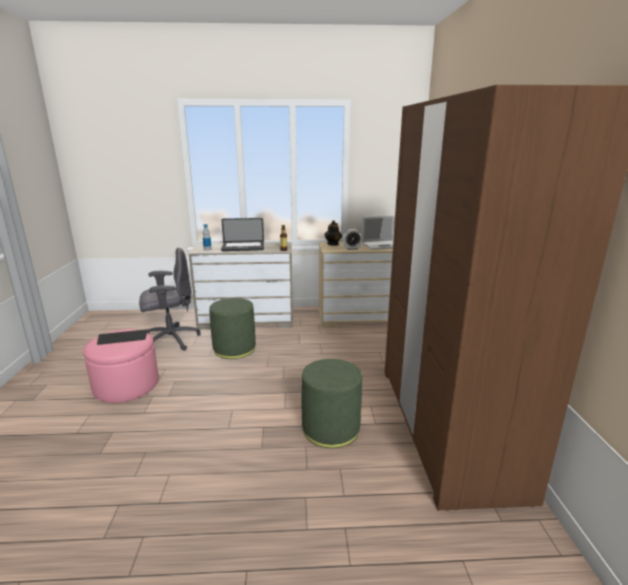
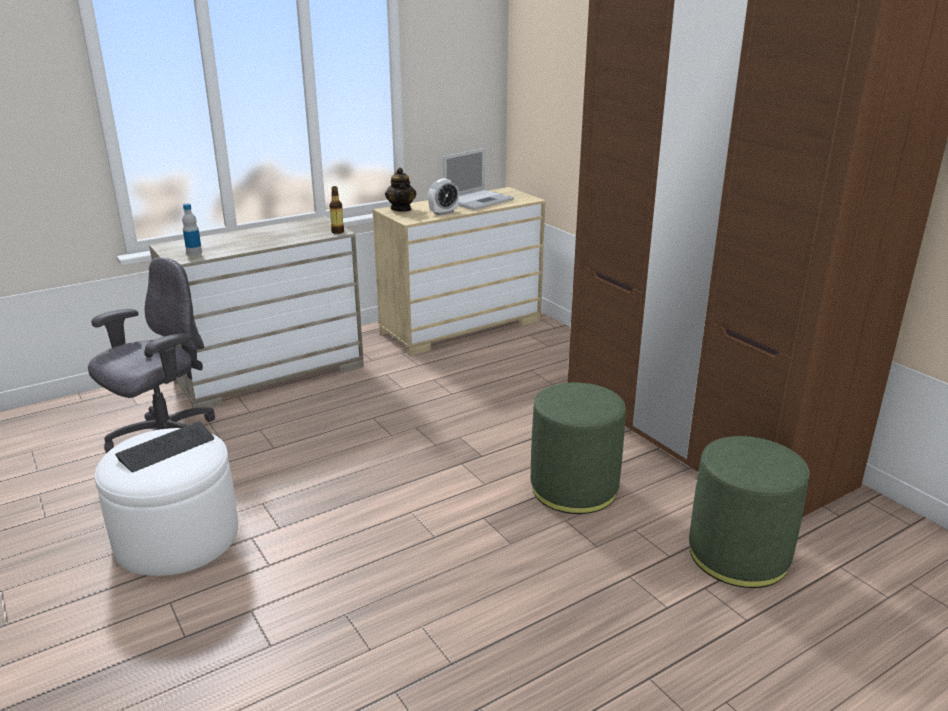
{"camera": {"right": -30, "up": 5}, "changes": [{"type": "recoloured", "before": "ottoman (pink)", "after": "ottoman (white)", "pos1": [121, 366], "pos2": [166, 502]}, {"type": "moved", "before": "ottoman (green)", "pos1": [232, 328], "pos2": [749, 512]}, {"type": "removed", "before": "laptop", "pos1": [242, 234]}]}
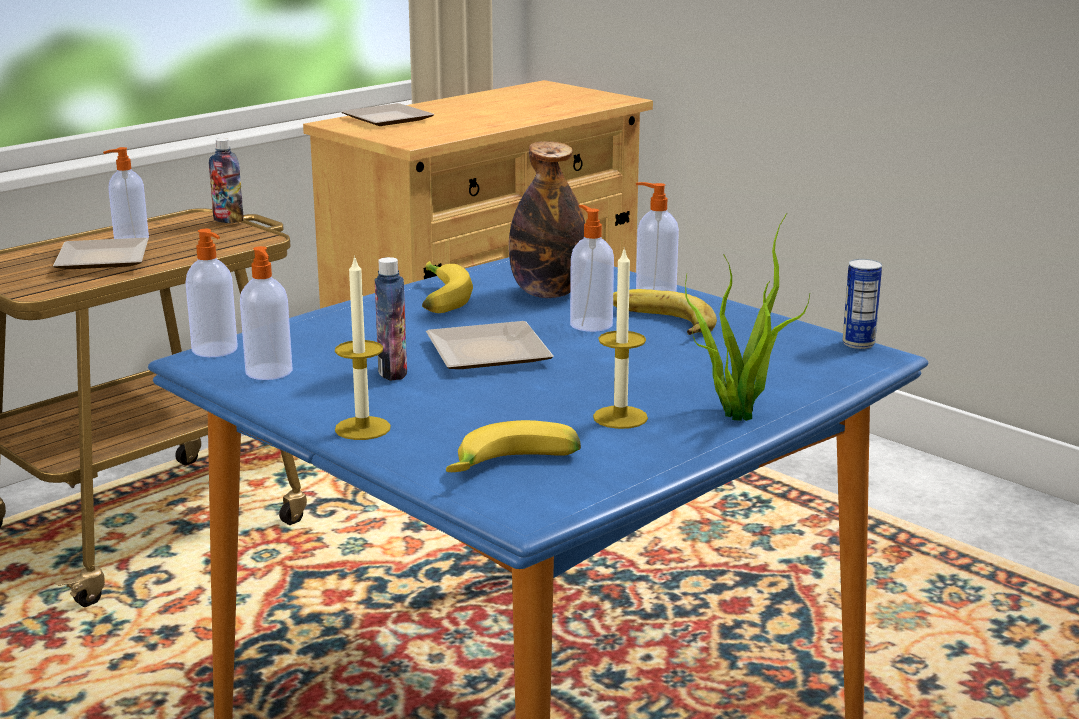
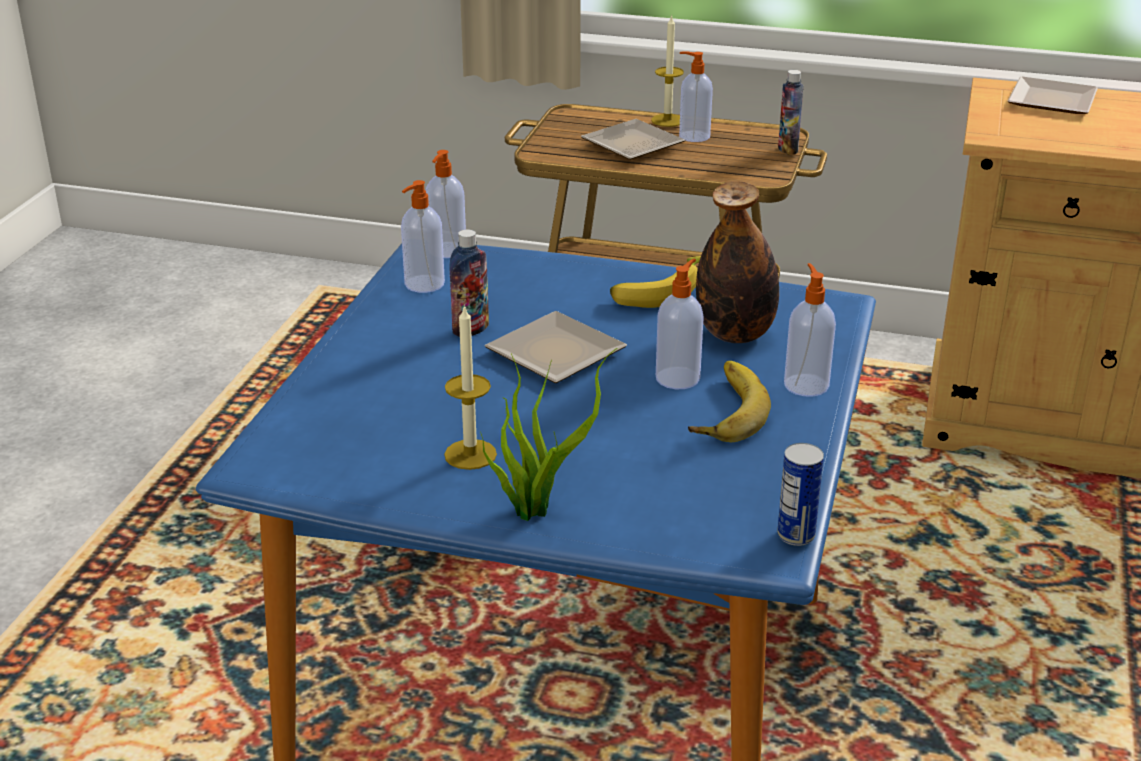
{"camera": {"right": 60, "up": 10}, "changes": [{"type": "moved", "before": "candle", "pos1": [363, 347], "pos2": [667, 70]}, {"type": "removed", "before": "banana", "pos1": [513, 446]}]}
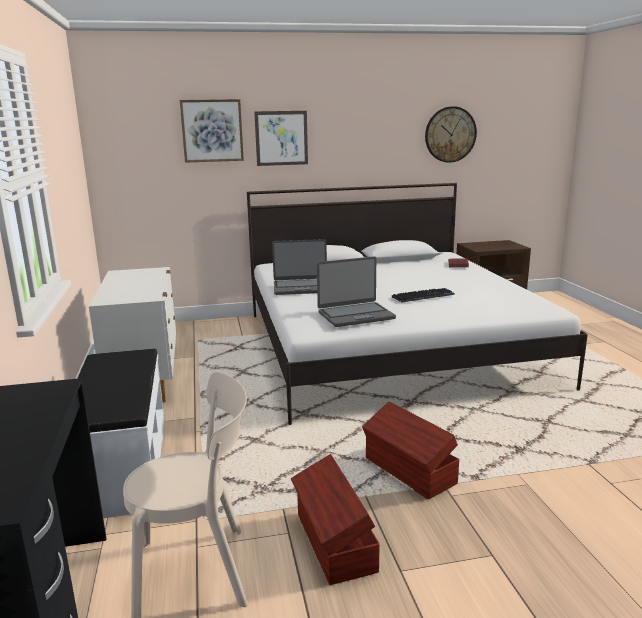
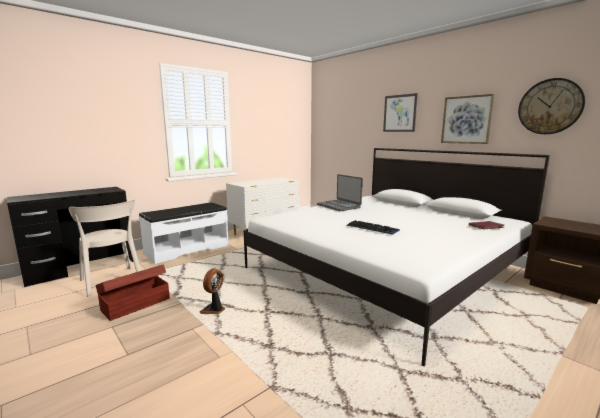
{"camera": {"right": 60, "up": -5}, "changes": [{"type": "moved", "before": "picture", "pos1": [212, 131], "pos2": [467, 119]}, {"type": "removed", "before": "laptop", "pos1": [356, 292]}, {"type": "replaced", "before": "storage box (brown)", "after": "fan", "pos1": [410, 450], "pos2": [212, 291]}]}
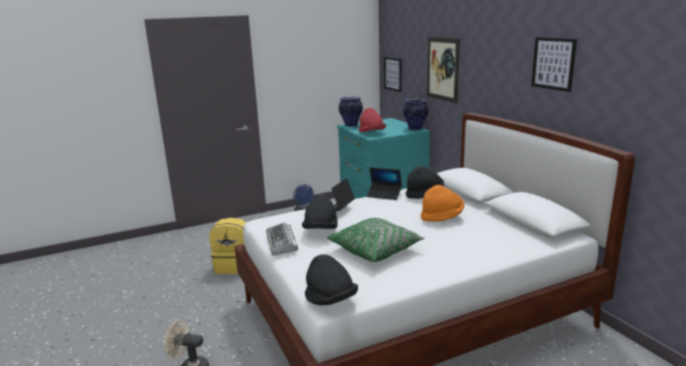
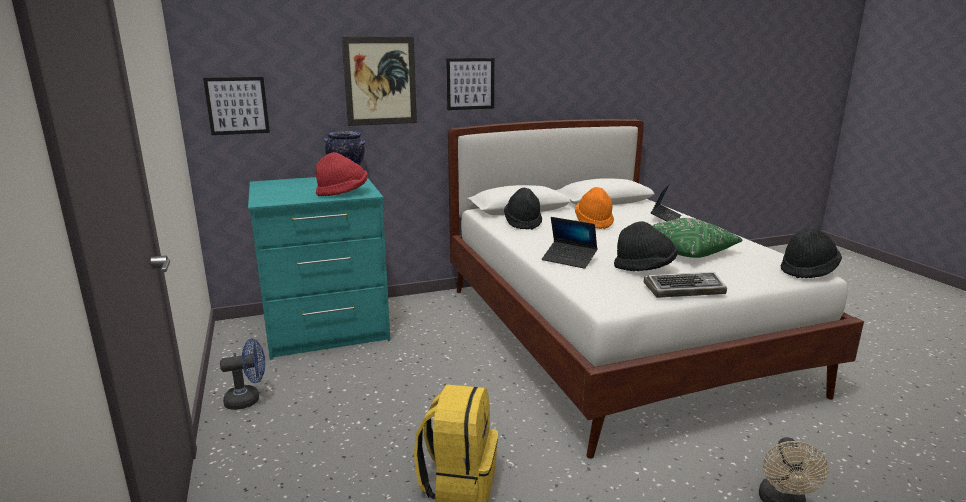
{"camera": {"right": -85, "up": 0}, "changes": [{"type": "removed", "before": "vase", "pos1": [351, 111]}, {"type": "moved", "before": "laptop", "pos1": [384, 183], "pos2": [666, 202]}, {"type": "moved", "before": "picture", "pos1": [554, 64], "pos2": [470, 84]}]}
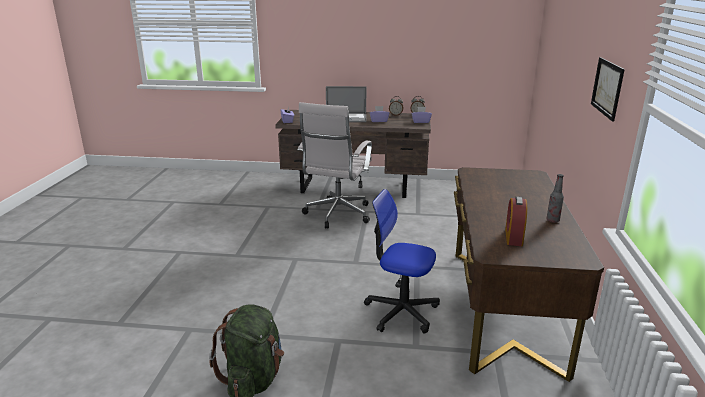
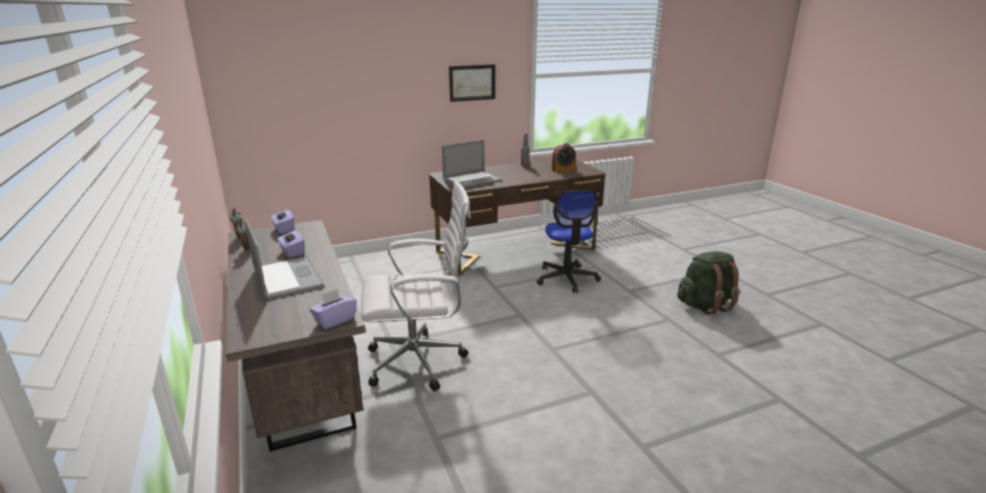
{"camera": {"right": -120, "up": 0}, "changes": [{"type": "added", "after": "laptop", "pos2": [472, 164]}]}
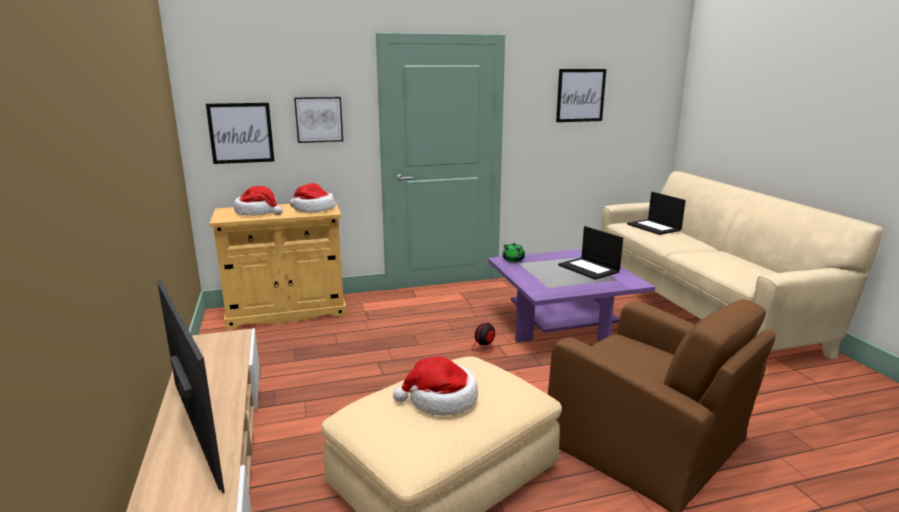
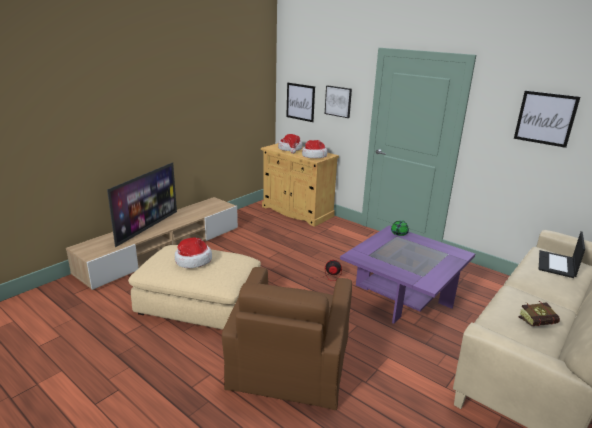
{"camera": {"right": 55, "up": 5}, "changes": [{"type": "removed", "before": "laptop", "pos1": [590, 253]}, {"type": "added", "after": "book", "pos2": [539, 314]}]}
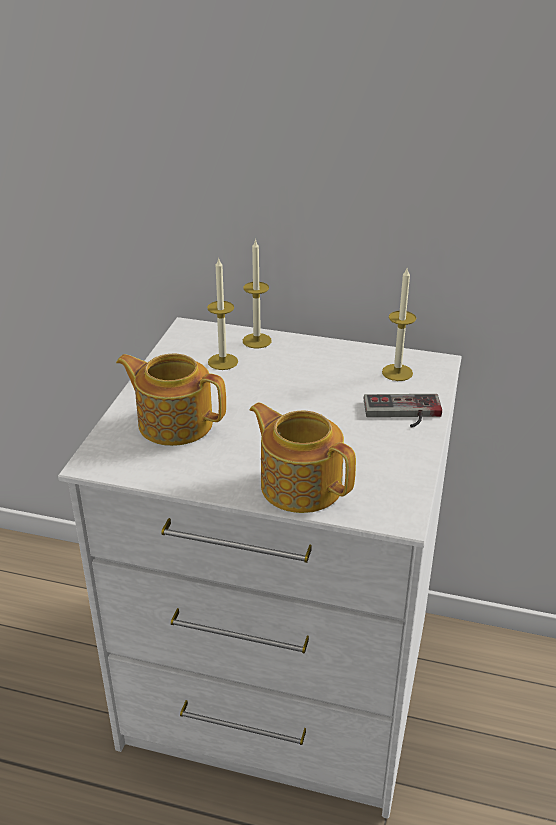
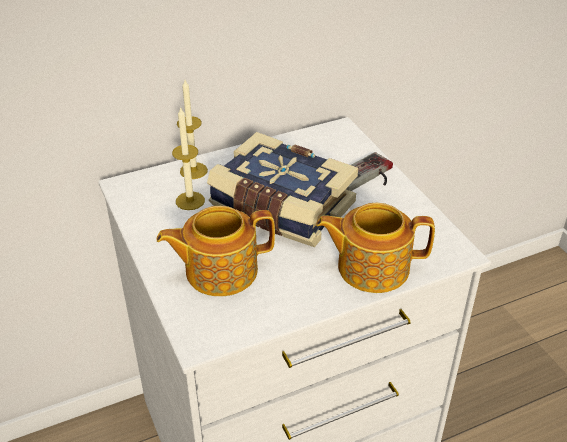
{"camera": {"right": -40, "up": 5}, "changes": [{"type": "removed", "before": "candle", "pos1": [399, 324]}, {"type": "added", "after": "book", "pos2": [282, 189]}]}
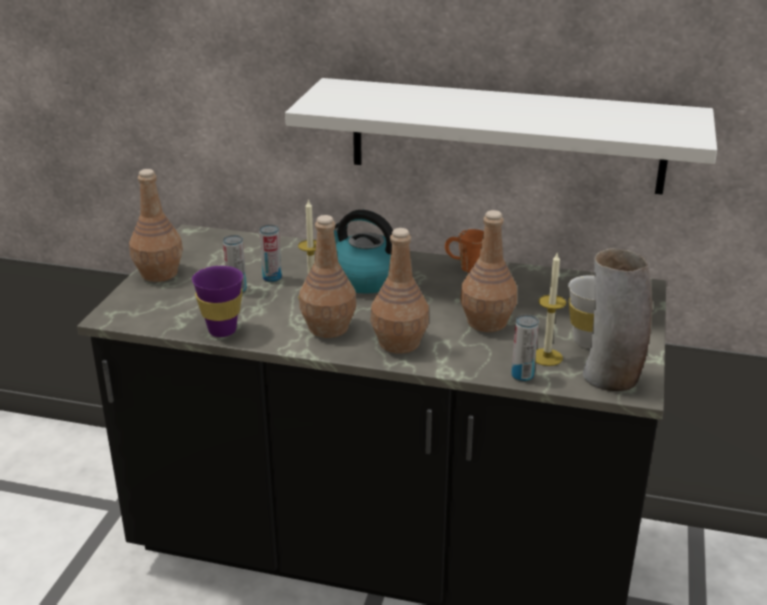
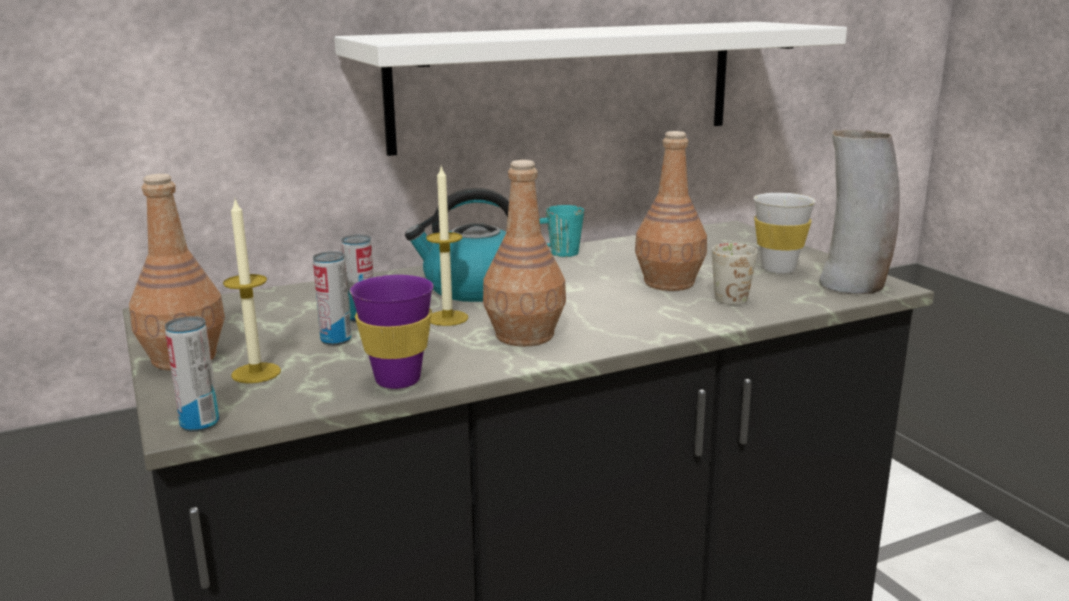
{"camera": {"right": -40, "up": -10}, "changes": [{"type": "removed", "before": "bottle (brown)", "pos1": [399, 291]}, {"type": "recoloured", "before": "mug (orange)", "after": "mug (turquoise)", "pos1": [464, 251], "pos2": [561, 231]}, {"type": "moved", "before": "can", "pos1": [525, 348], "pos2": [192, 374]}, {"type": "moved", "before": "candle", "pos1": [550, 308], "pos2": [252, 291]}, {"type": "added", "after": "mug (white)", "pos2": [735, 274]}]}
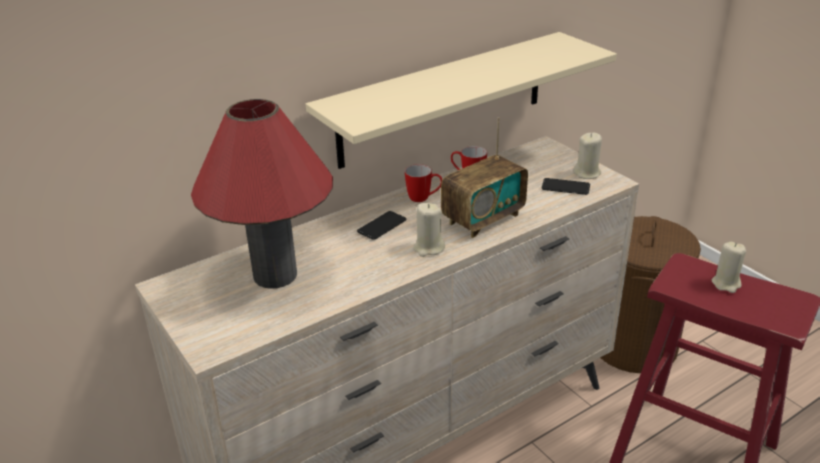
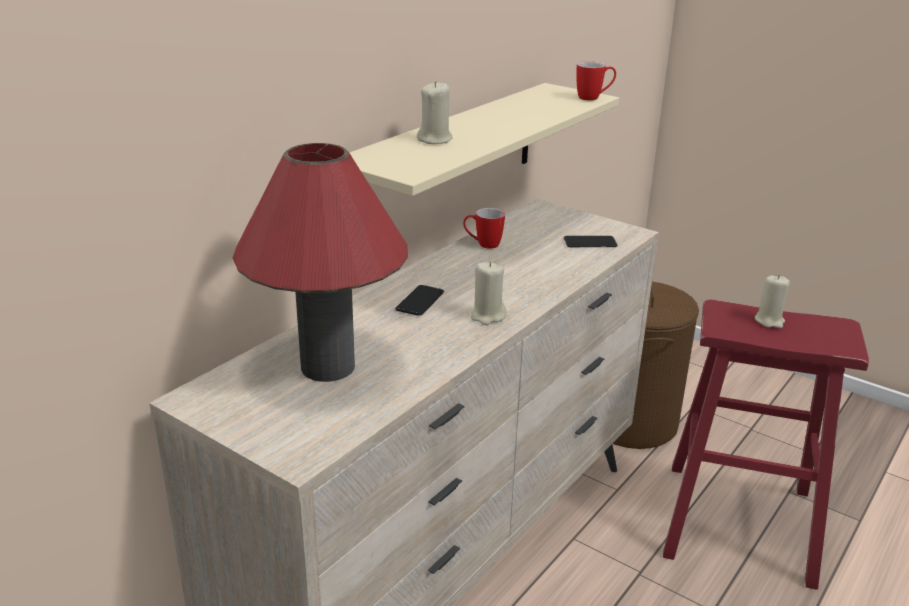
{"camera": {"right": -20, "up": -5}, "changes": [{"type": "moved", "before": "mug", "pos1": [423, 183], "pos2": [596, 81]}, {"type": "removed", "before": "radio", "pos1": [484, 177]}, {"type": "moved", "before": "candle (beige)", "pos1": [587, 156], "pos2": [435, 112]}]}
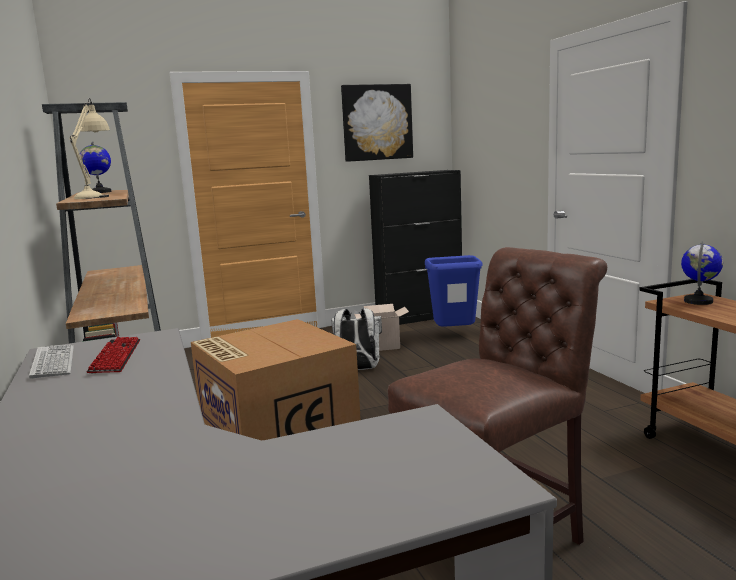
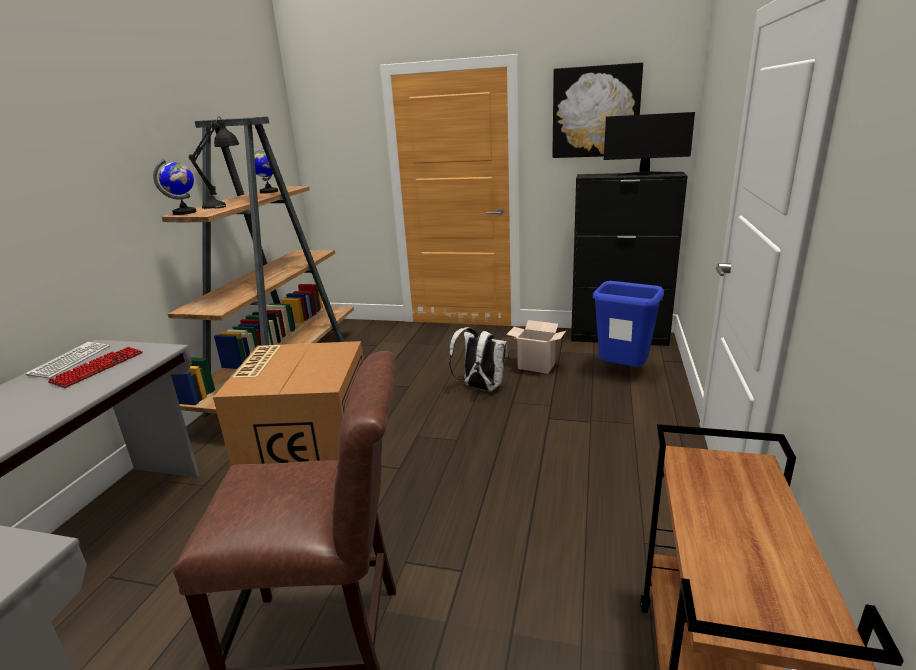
{"camera": {"right": 35, "up": 10}, "changes": [{"type": "recoloured", "before": "table lamp (beige)", "after": "table lamp (black)", "pos1": [89, 148], "pos2": [213, 163]}, {"type": "moved", "before": "globe", "pos1": [702, 273], "pos2": [175, 187]}, {"type": "added", "after": "monitor", "pos2": [649, 144]}]}
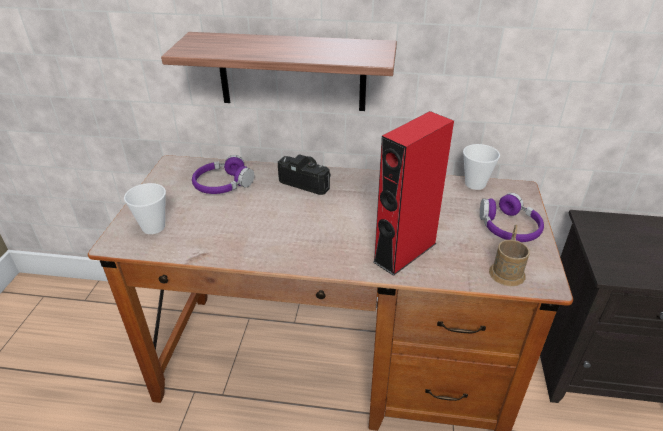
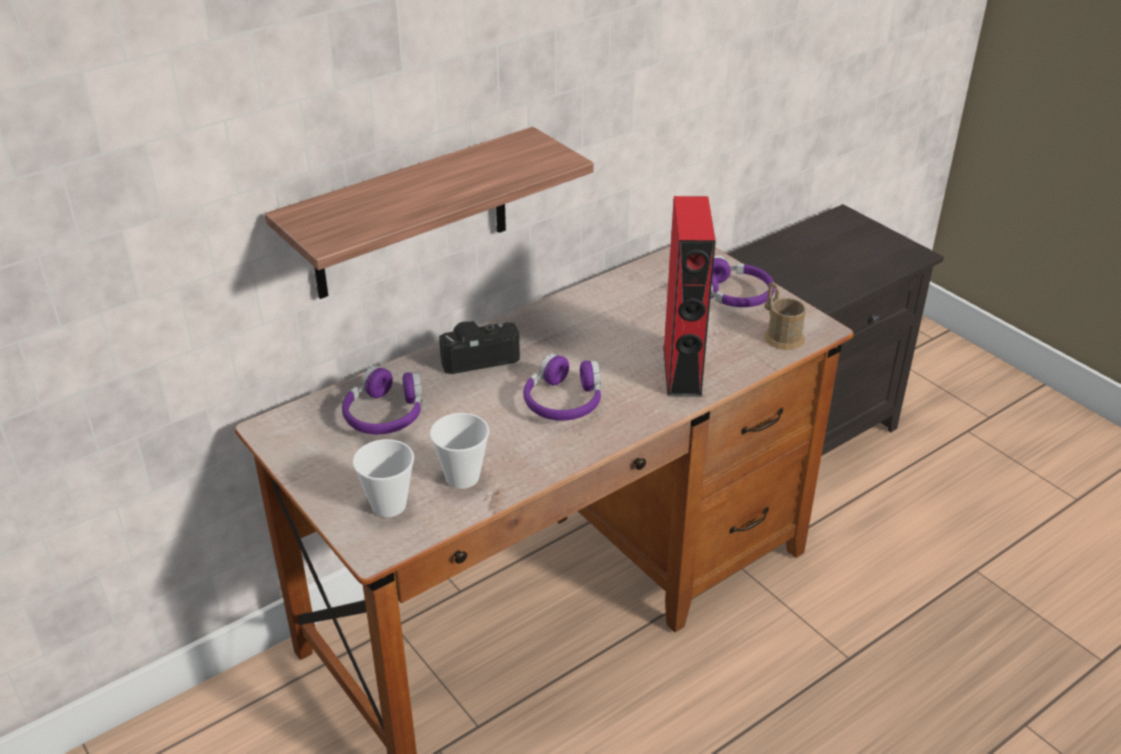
{"camera": {"right": -45, "up": 0}, "changes": [{"type": "moved", "before": "cup", "pos1": [481, 167], "pos2": [459, 451]}, {"type": "added", "after": "headphones (purple)", "pos2": [562, 387]}]}
